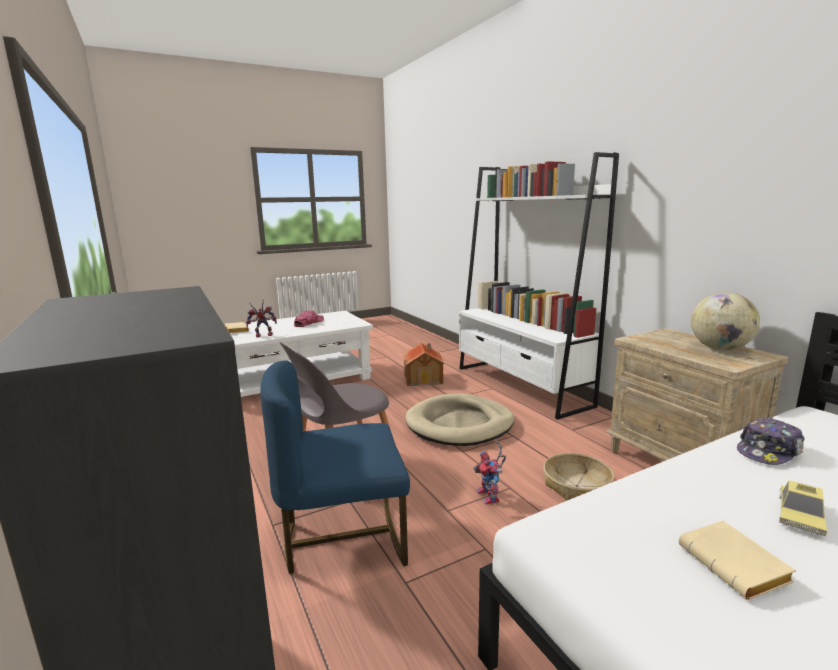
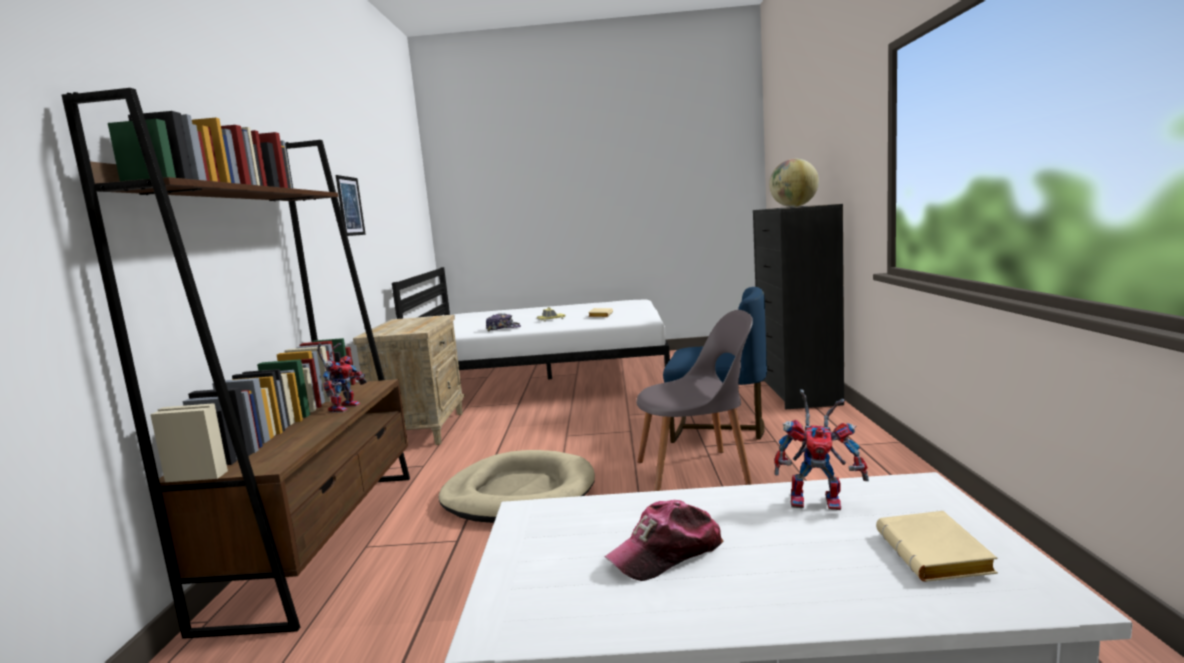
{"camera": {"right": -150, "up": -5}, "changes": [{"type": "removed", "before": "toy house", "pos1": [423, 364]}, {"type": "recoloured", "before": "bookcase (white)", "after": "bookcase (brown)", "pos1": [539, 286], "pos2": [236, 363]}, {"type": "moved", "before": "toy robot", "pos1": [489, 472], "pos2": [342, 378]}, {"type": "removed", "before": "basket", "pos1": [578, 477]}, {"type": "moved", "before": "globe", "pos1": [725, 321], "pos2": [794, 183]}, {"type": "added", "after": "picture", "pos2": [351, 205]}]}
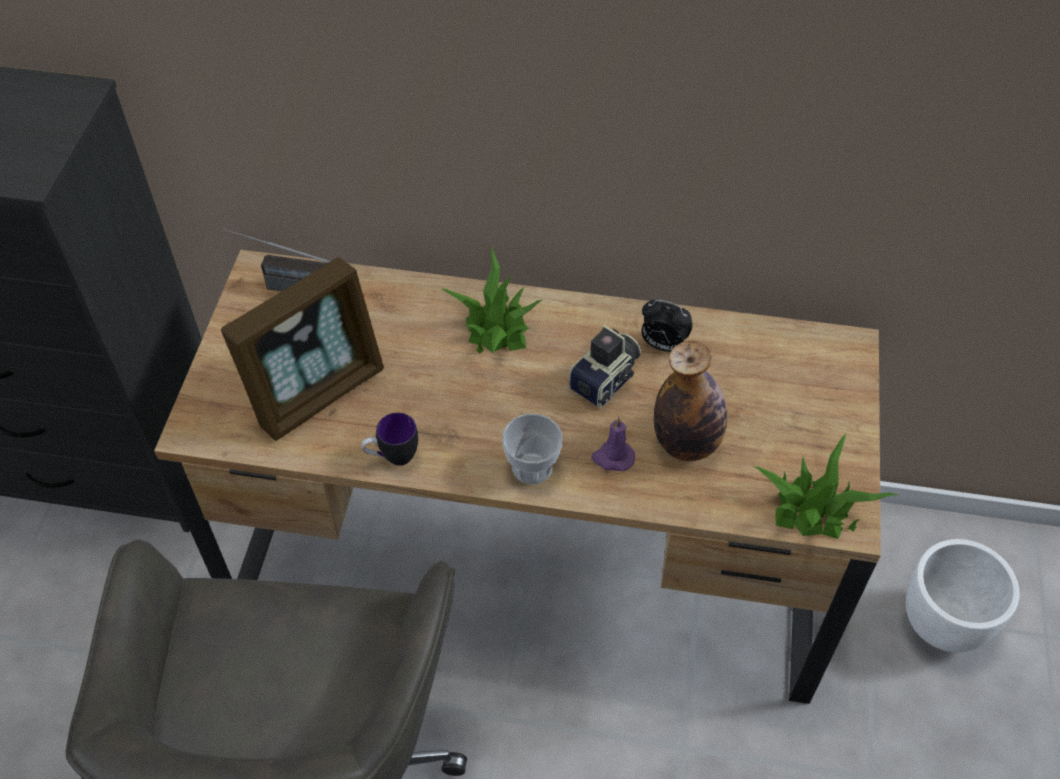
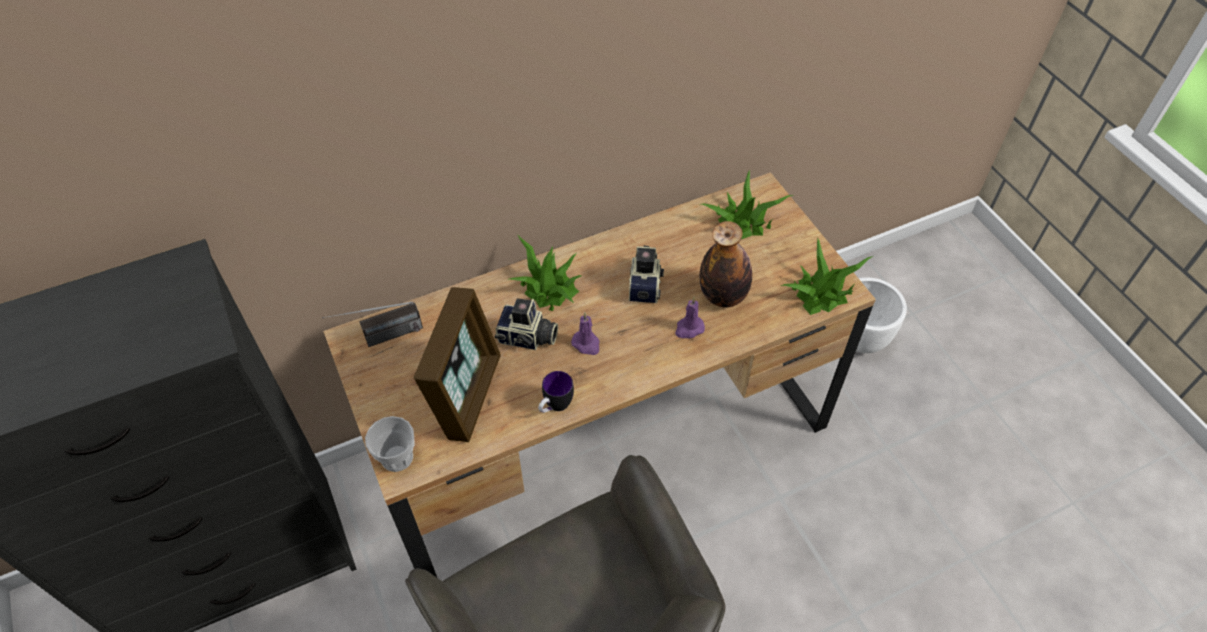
{"camera": {"right": -35, "up": 0}, "changes": [{"type": "moved", "before": "cup", "pos1": [532, 449], "pos2": [390, 444]}, {"type": "removed", "before": "alarm clock", "pos1": [667, 326]}, {"type": "added", "after": "photo camera", "pos2": [526, 324]}, {"type": "added", "after": "candle (purple)", "pos2": [585, 334]}, {"type": "added", "after": "potted plant", "pos2": [747, 204]}]}
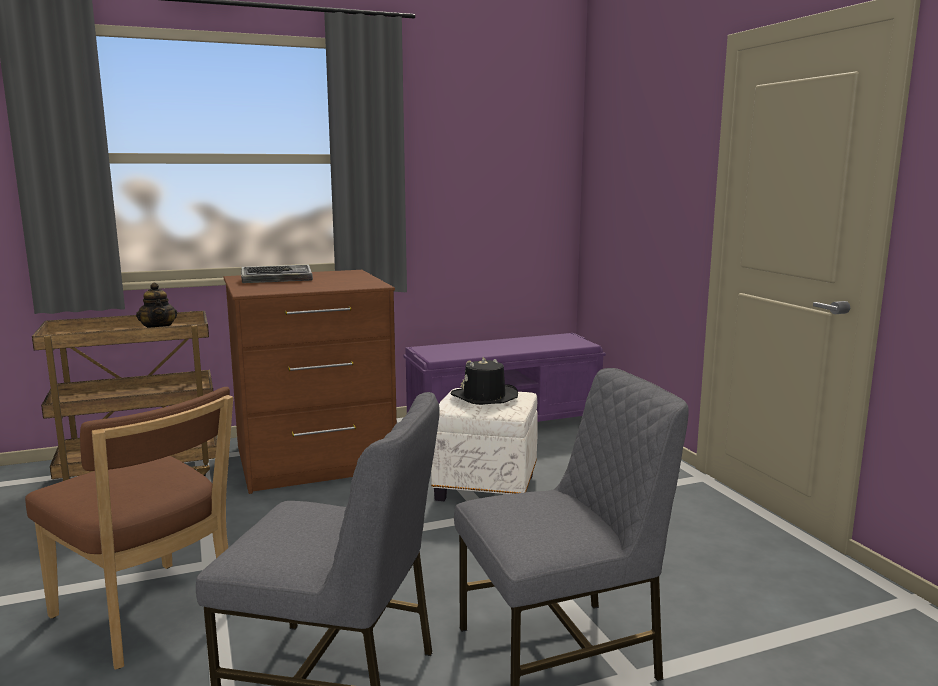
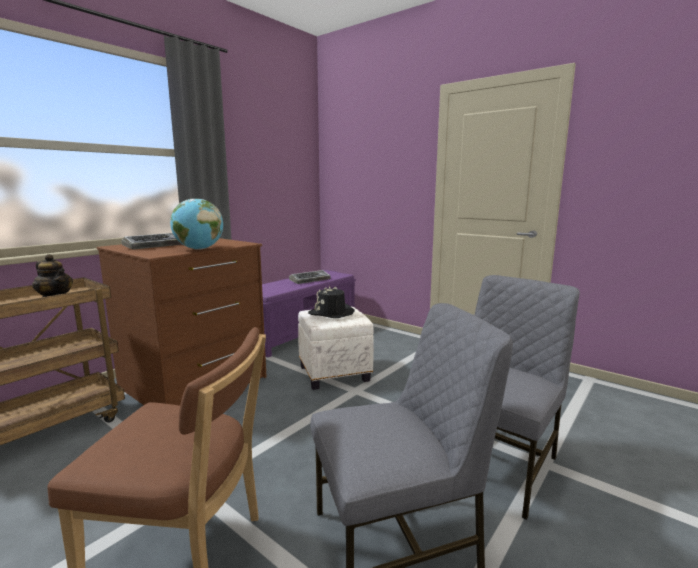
{"camera": {"right": -30, "up": 0}, "changes": [{"type": "added", "after": "globe", "pos2": [196, 224]}, {"type": "added", "after": "keyboard", "pos2": [310, 277]}]}
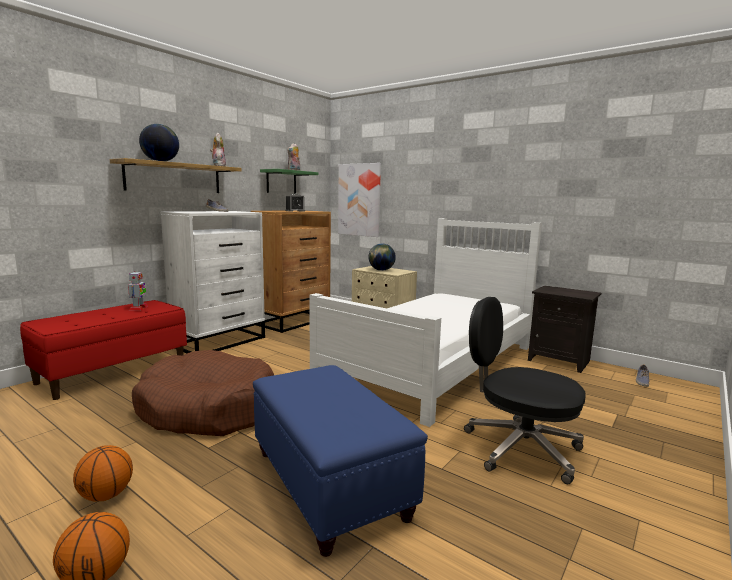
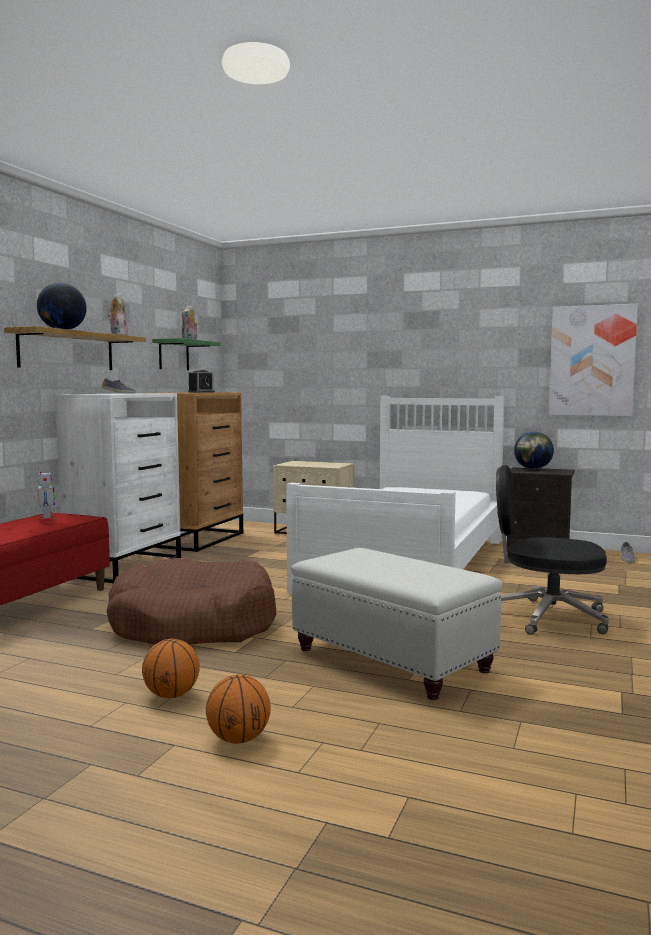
{"camera": {"right": -15, "up": -5}, "changes": [{"type": "recoloured", "before": "ottoman (blue)", "after": "ottoman (white)", "pos1": [340, 461], "pos2": [397, 624]}, {"type": "moved", "before": "picture", "pos1": [359, 200], "pos2": [593, 360]}, {"type": "moved", "before": "globe", "pos1": [382, 257], "pos2": [534, 450]}]}
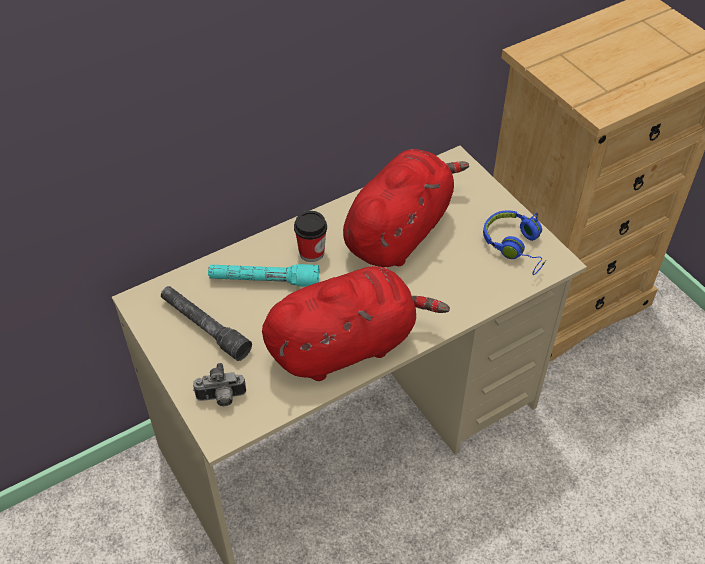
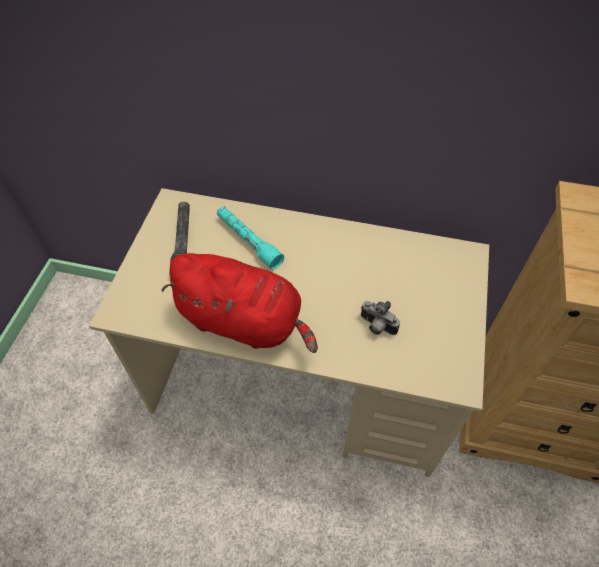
{"camera": {"right": 45, "up": 5}, "changes": [{"type": "moved", "before": "photo camera", "pos1": [219, 384], "pos2": [380, 318]}, {"type": "removed", "before": "cup", "pos1": [310, 236]}, {"type": "removed", "before": "plush toy (red)", "pos1": [406, 208]}, {"type": "removed", "before": "headphones (blue)", "pos1": [514, 242]}]}
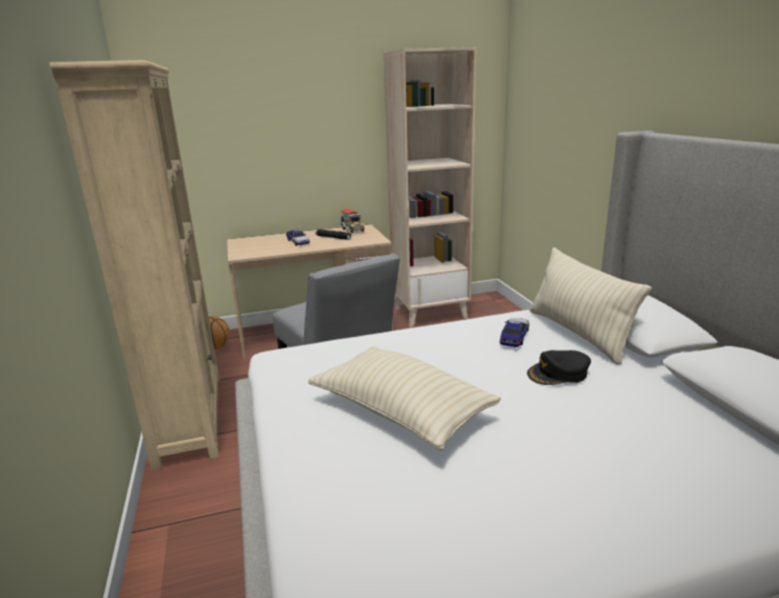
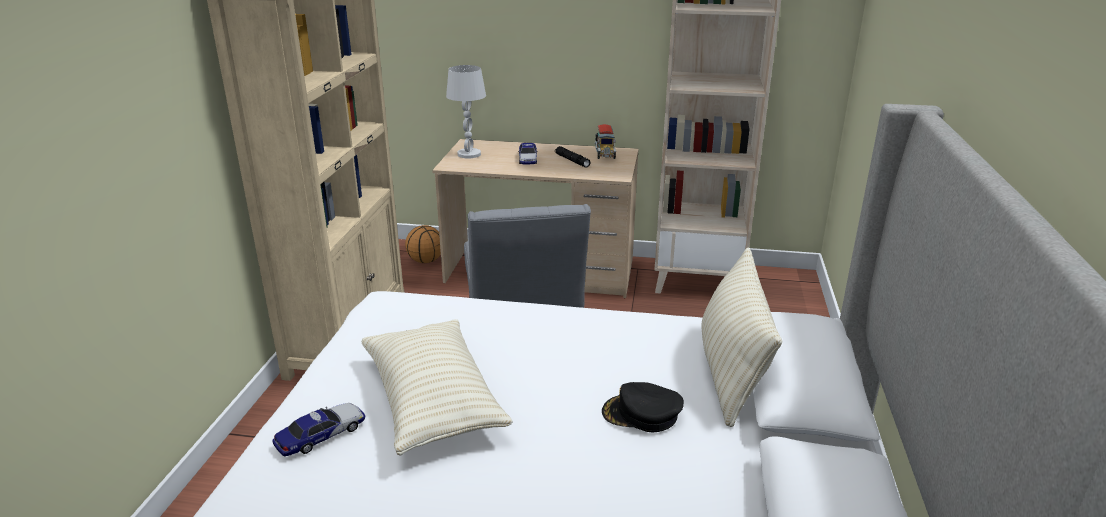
{"camera": {"right": 25, "up": 5}, "changes": [{"type": "moved", "before": "toy car", "pos1": [514, 332], "pos2": [318, 429]}, {"type": "added", "after": "table lamp (white)", "pos2": [466, 111]}]}
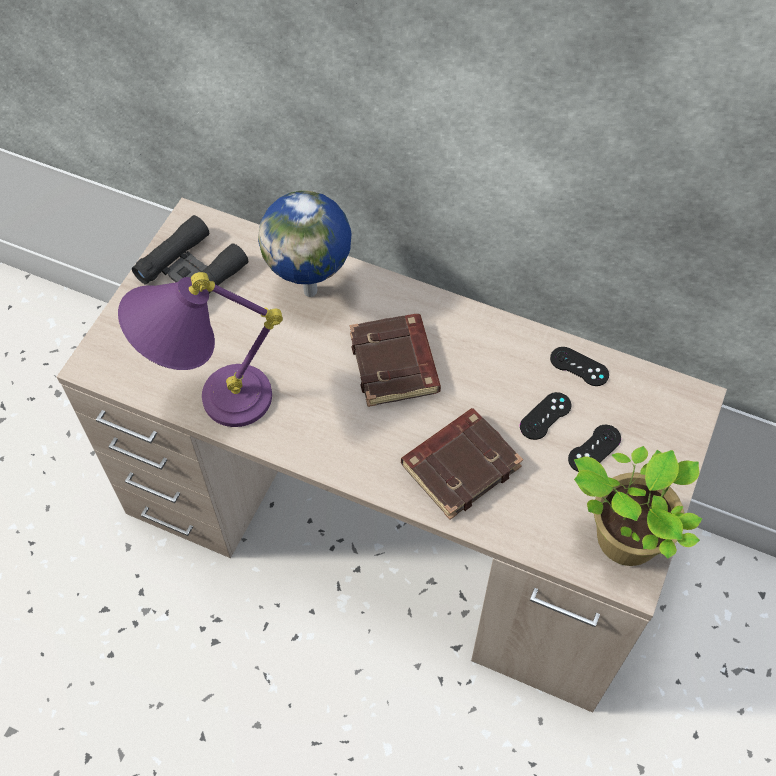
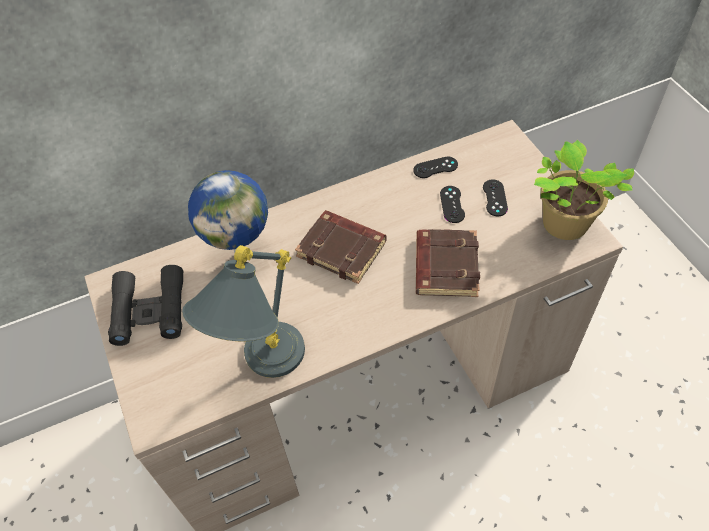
{"camera": {"right": -45, "up": -5}, "changes": [{"type": "recoloured", "before": "table lamp (purple)", "after": "table lamp (grey)", "pos1": [200, 349], "pos2": [243, 311]}]}
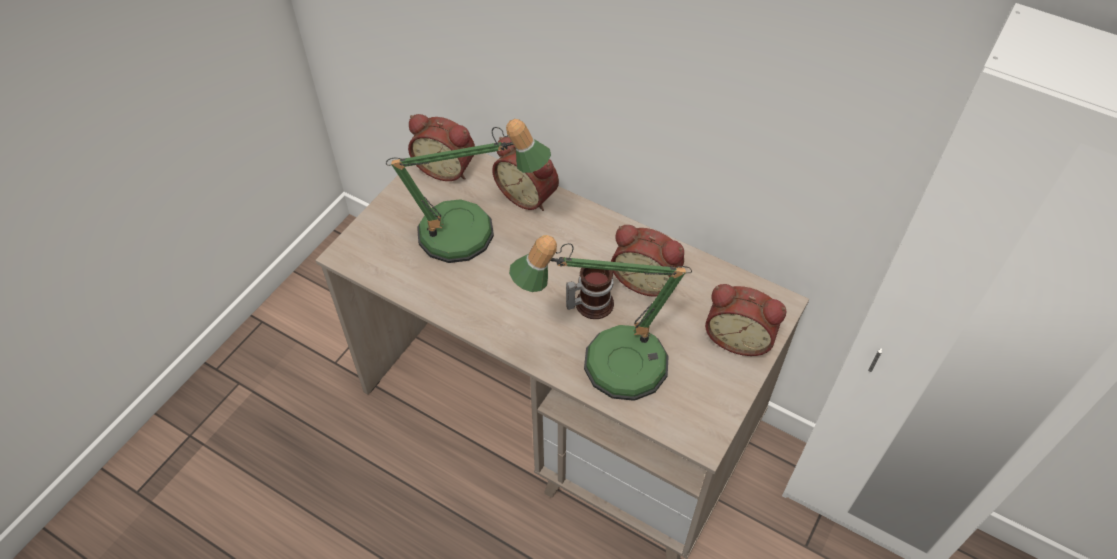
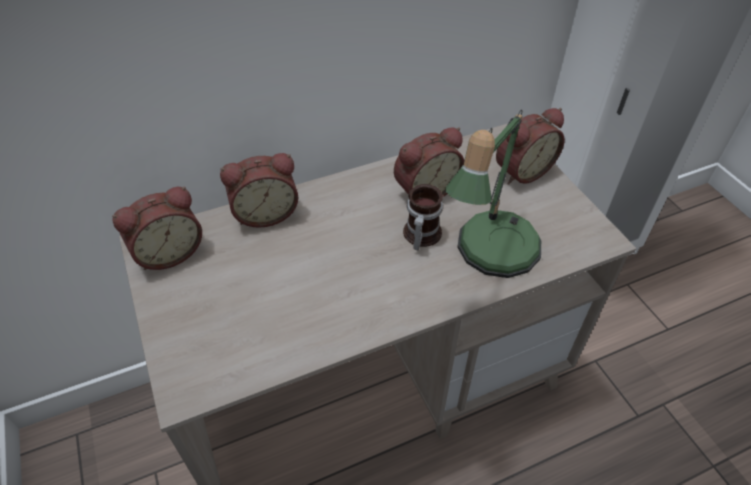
{"camera": {"right": -55, "up": -5}, "changes": [{"type": "removed", "before": "table lamp", "pos1": [468, 191]}]}
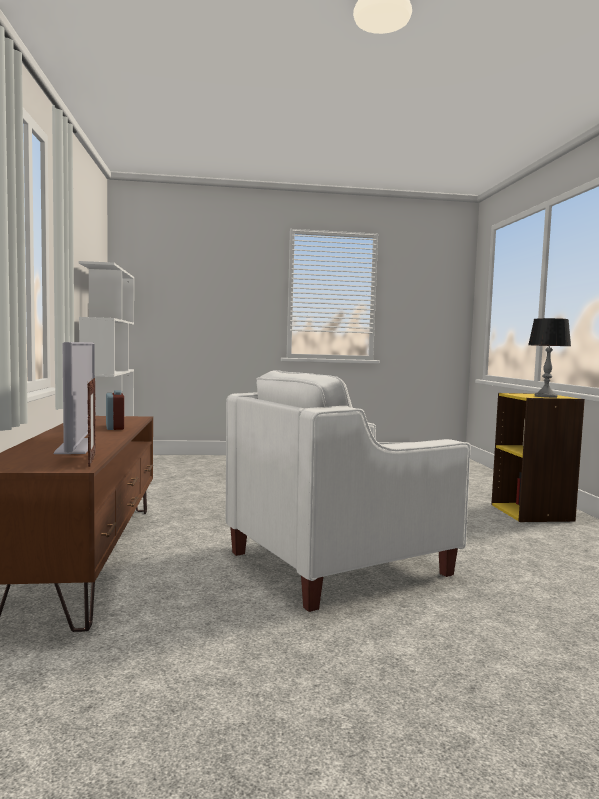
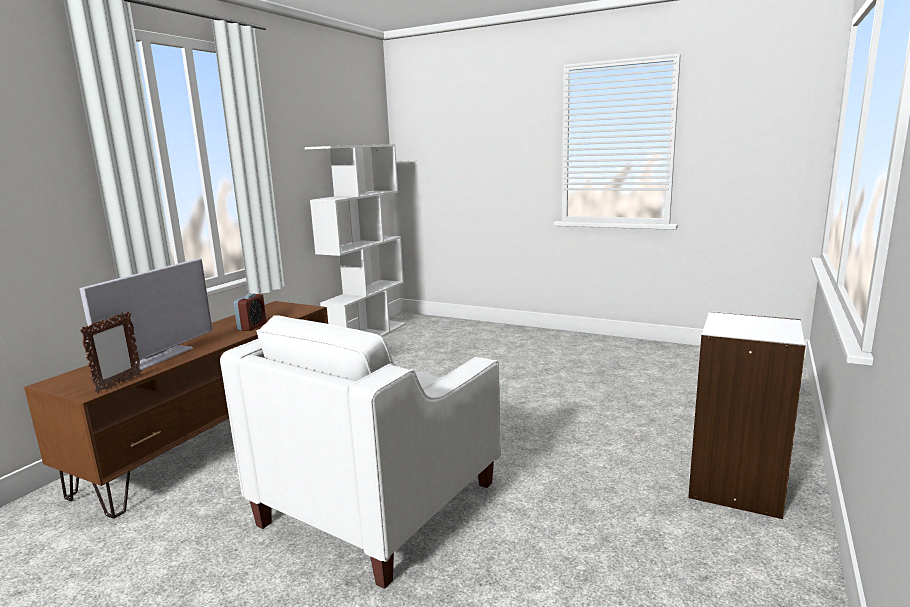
{"camera": {"right": 35, "up": 10}, "changes": [{"type": "turned", "before": "armchair (white)", "pos1": [348, 491], "pos2": [360, 452], "turn": -60}, {"type": "recoloured", "before": "bookcase (yellow)", "after": "bookcase (white)", "pos1": [538, 457], "pos2": [747, 415]}, {"type": "removed", "before": "table lamp", "pos1": [549, 358]}]}
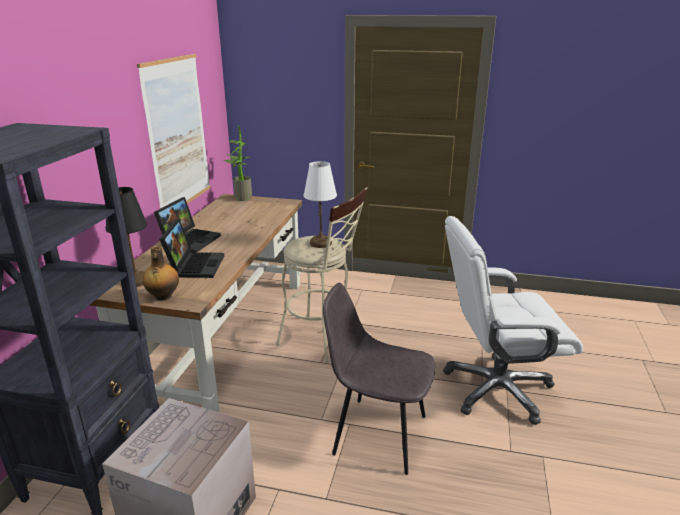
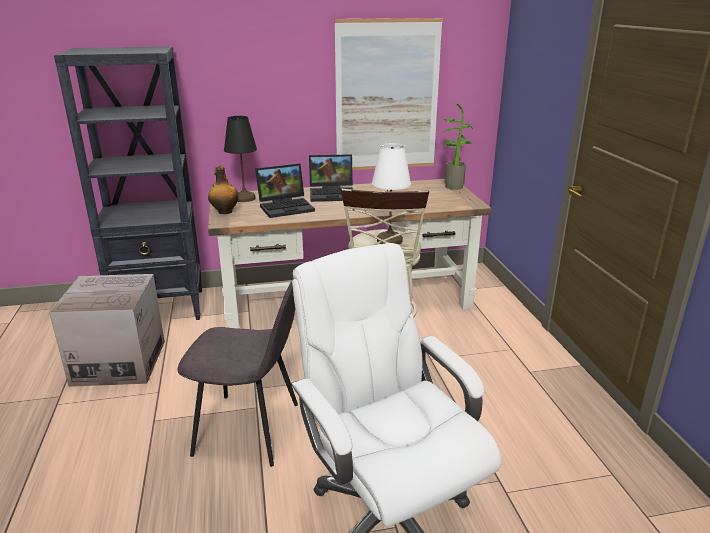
{"camera": {"right": 65, "up": 0}, "changes": [{"type": "turned", "before": "chair (grey)", "pos1": [379, 379], "pos2": [237, 372], "turn": 105}]}
